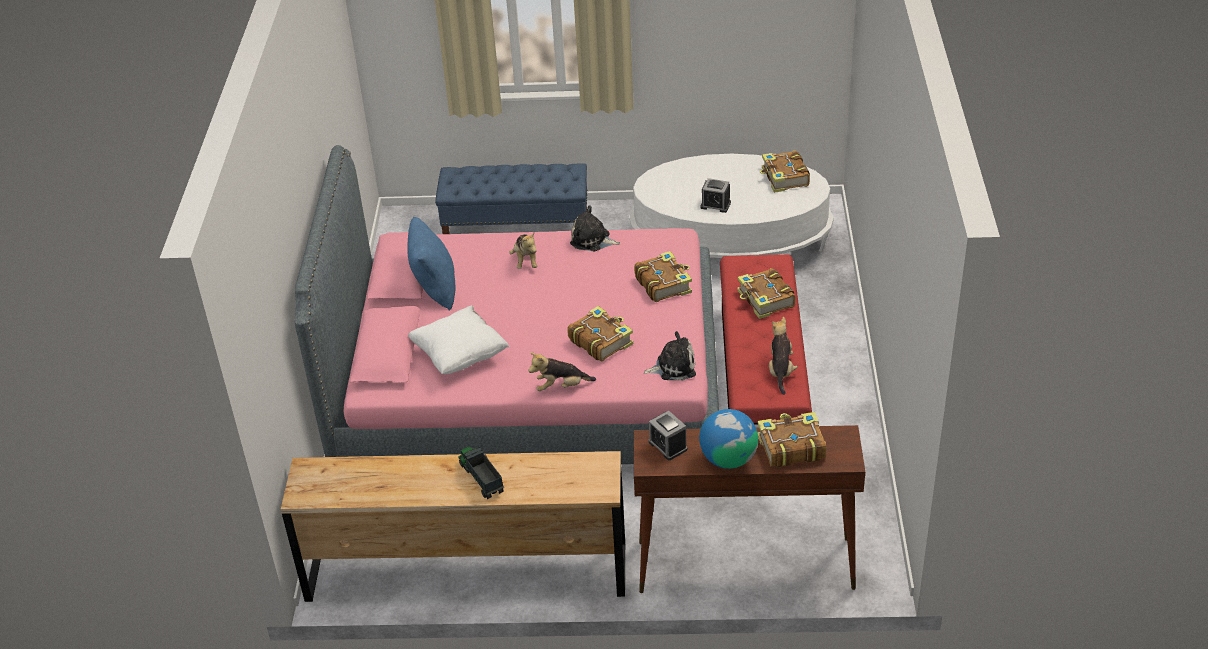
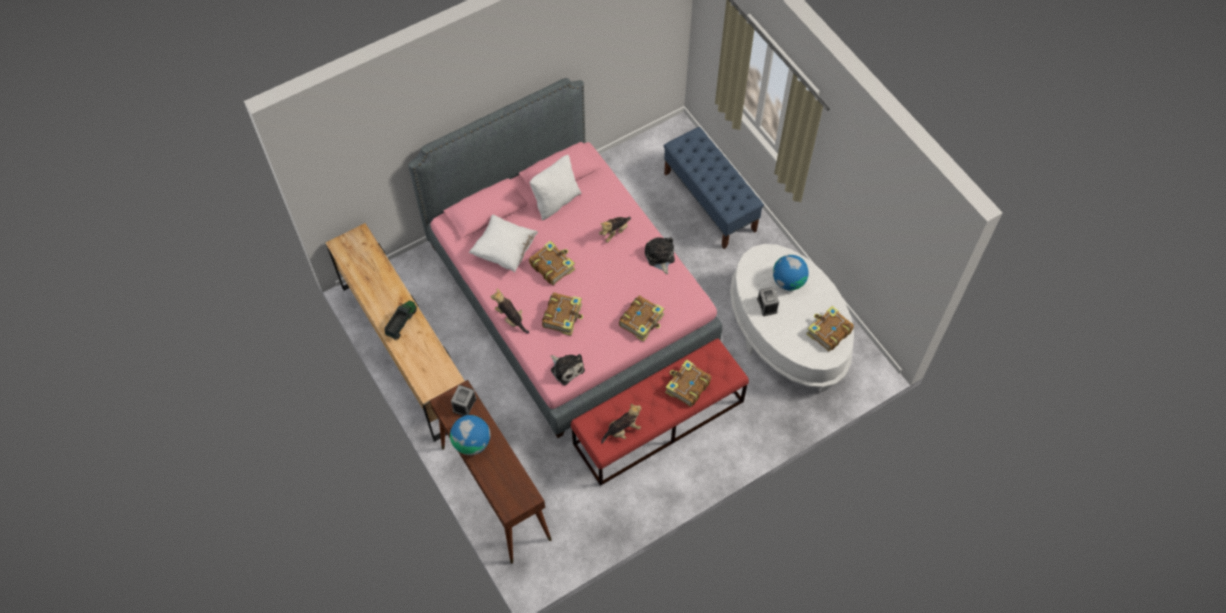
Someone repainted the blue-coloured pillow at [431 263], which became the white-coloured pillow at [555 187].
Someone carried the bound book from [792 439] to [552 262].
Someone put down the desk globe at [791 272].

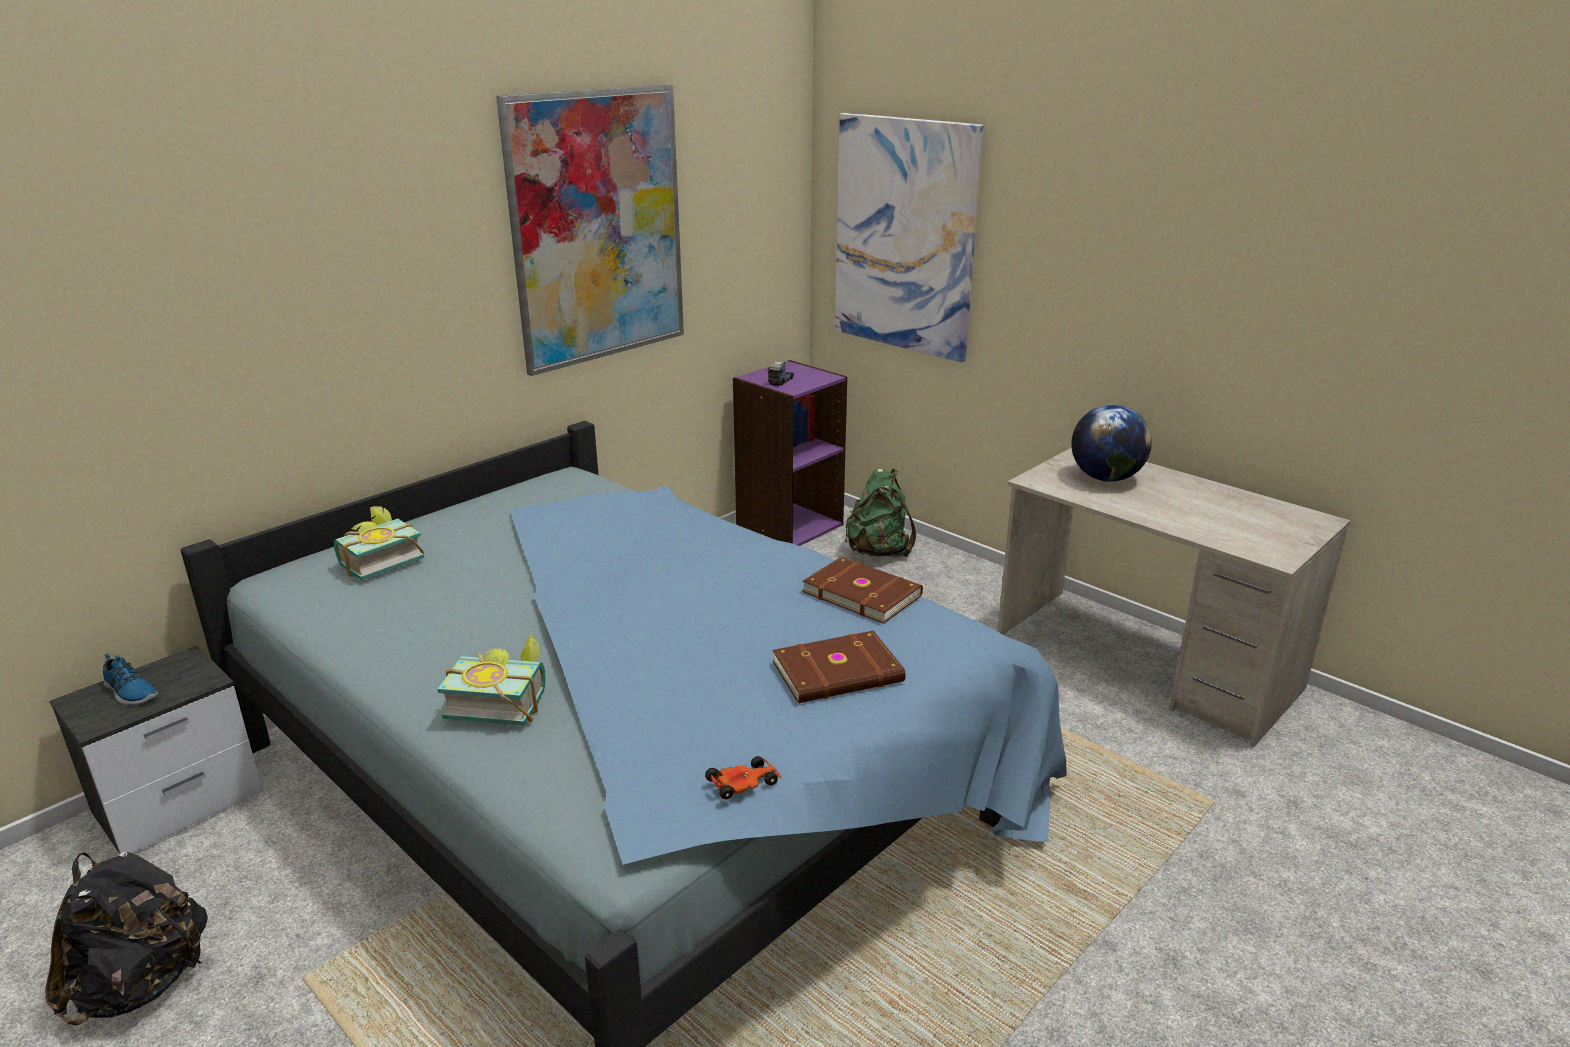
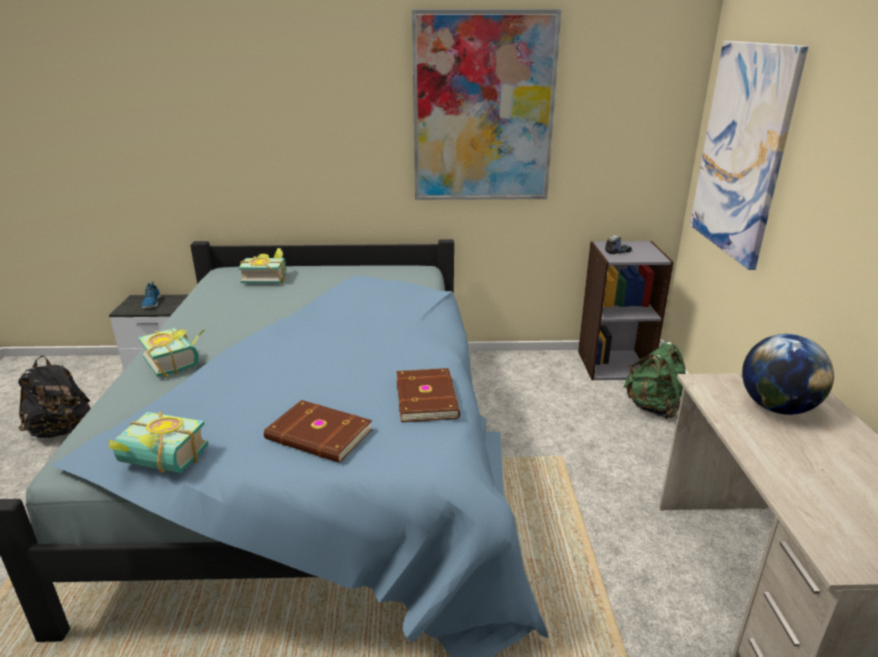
Someone swapped the miniature car at [743 777] for the bound book at [158 442].
Someone repainted the purplish bookcase at [790 453], which became the grey bookcase at [626 310].

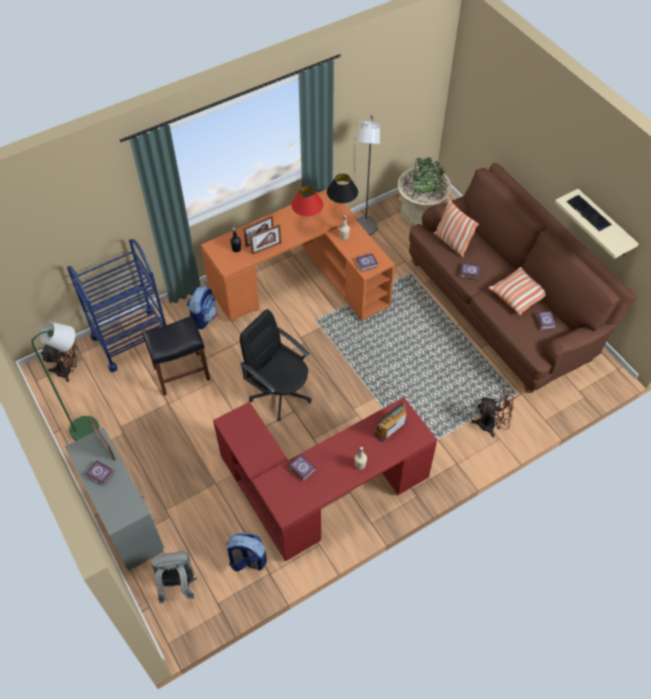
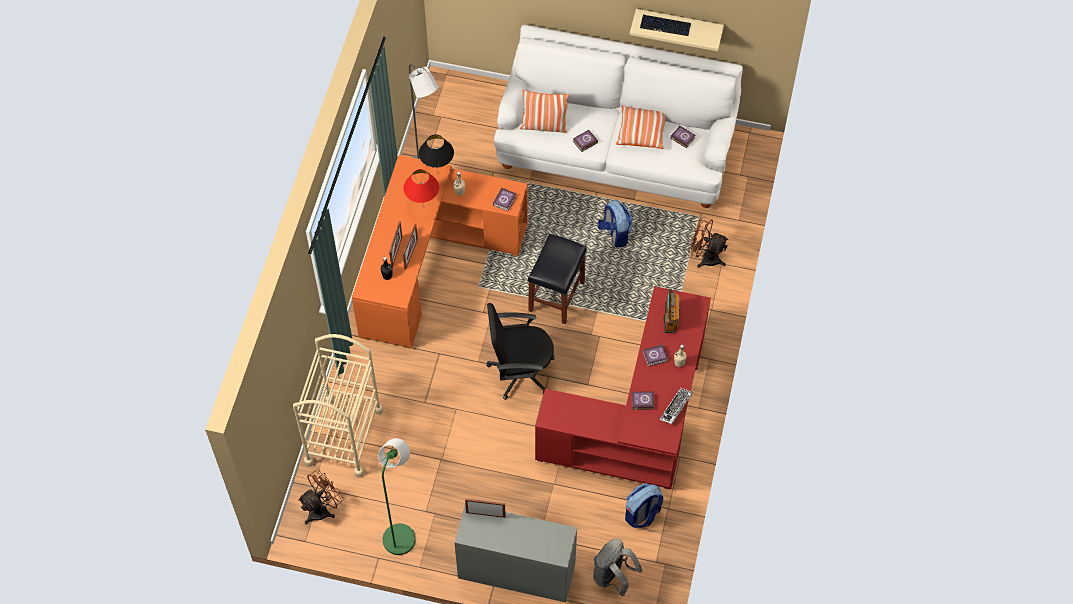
Someone repainted the blue-coloured cart at [116 305], which became the beige cart at [338 406].
Someone carried the bound book from [100 473] to [655 355].
Someone carried the black-coloured stool seat from [176 356] to [557 279].
Someone carried the rucksack from [202 307] to [615 223].
Someone took away the beige planter at [424 191].
Someone repainted the brownish couch at [523 278], which became the white-coloured couch at [618 116].
Someone rotated the brownish cooling fan at [492 413] by 120 degrees counterclockwise.
Someone put down the computer keyboard at [676 406].

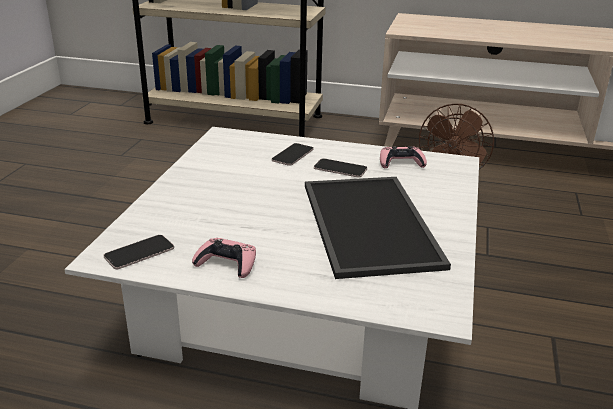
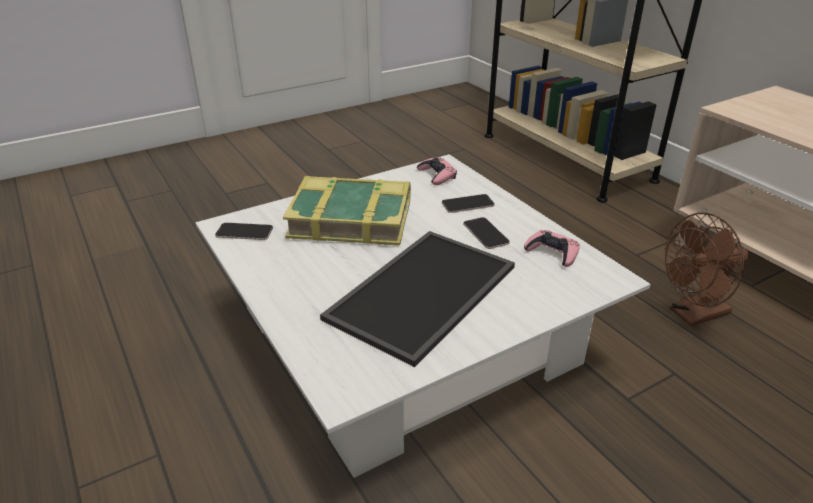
Someone carried the pink game controller from [224 258] to [437 171].
Someone put down the bound book at [346 211].

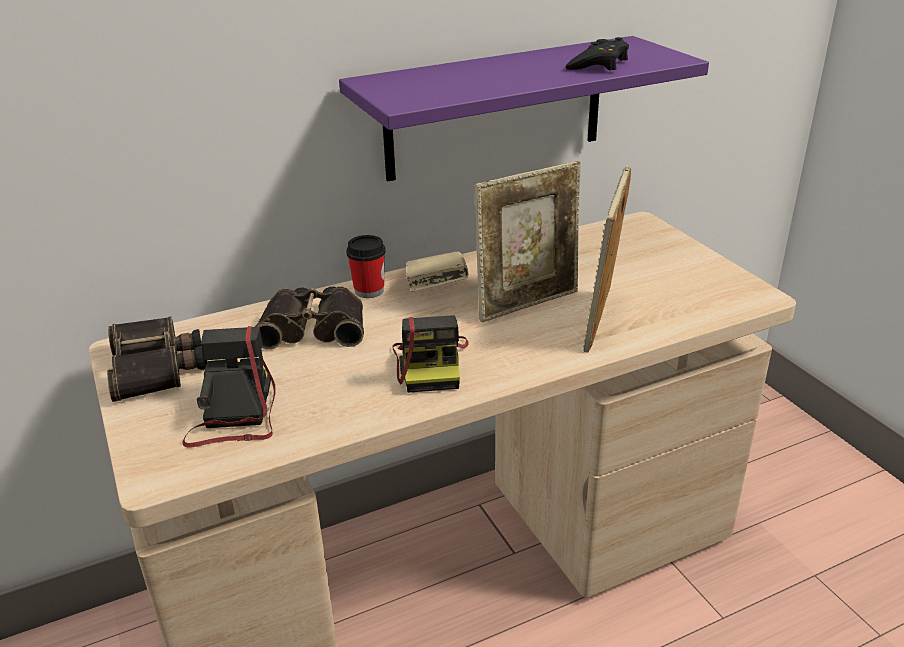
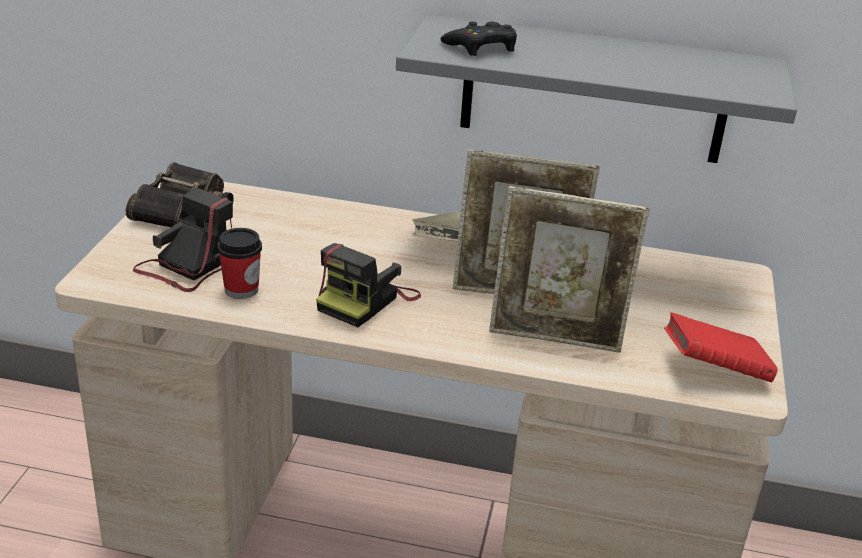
Someone took away the pair of binoculars at [309 318].
Someone repainted the purplish bracket shelf at [524 109], which became the grey bracket shelf at [596 88].
Someone carried the drinking cup from [366 266] to [239 263].
Someone carried the black-coloured game controller from [597 54] to [479 38].
Someone rotated the photo frame at [607 258] by 135 degrees counterclockwise.
Someone put down the red-coloured bound book at [721 347].

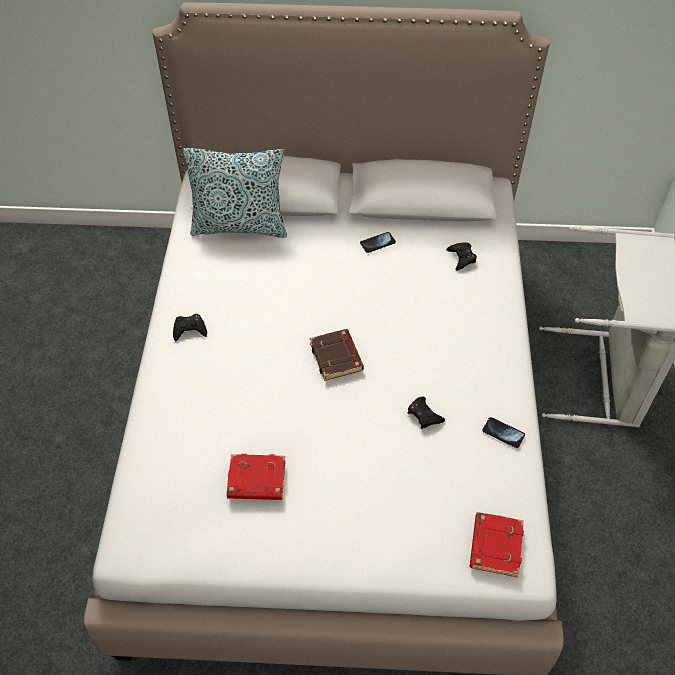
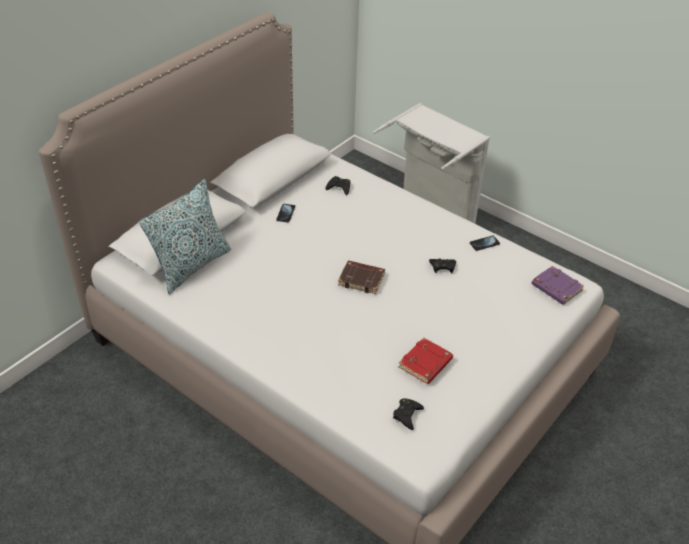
Someone carried the black-coloured game controller from [190 327] to [408 414].
Someone repainted the red-coloured bound book at [497 545], which became the purplish bound book at [557 285].

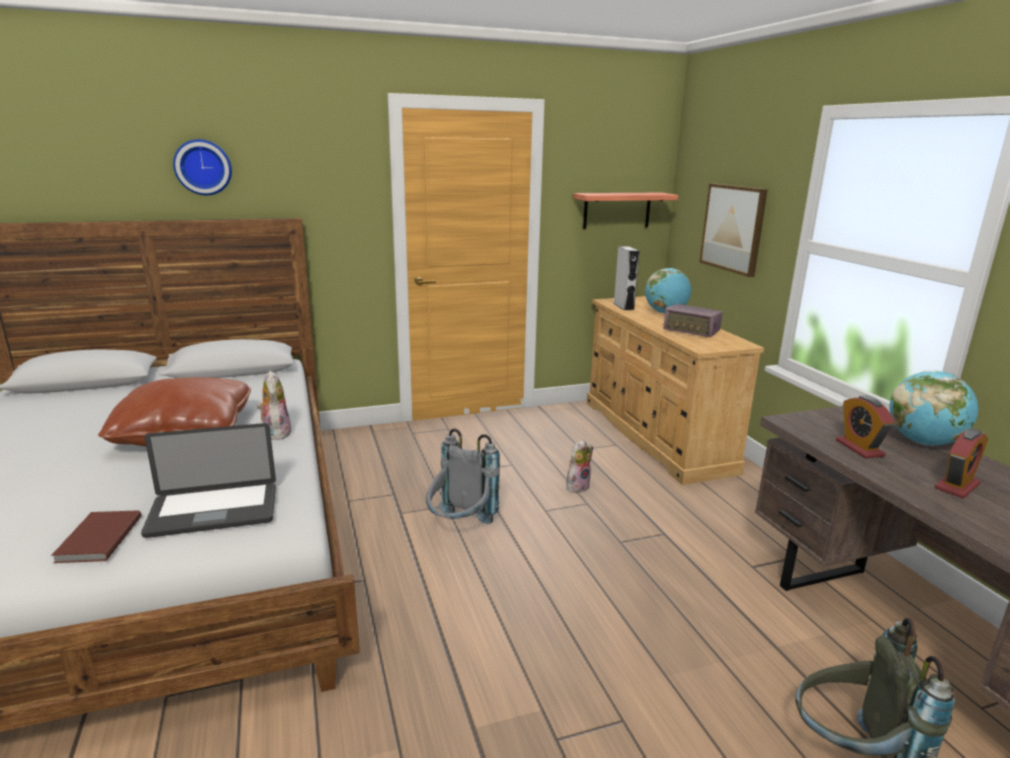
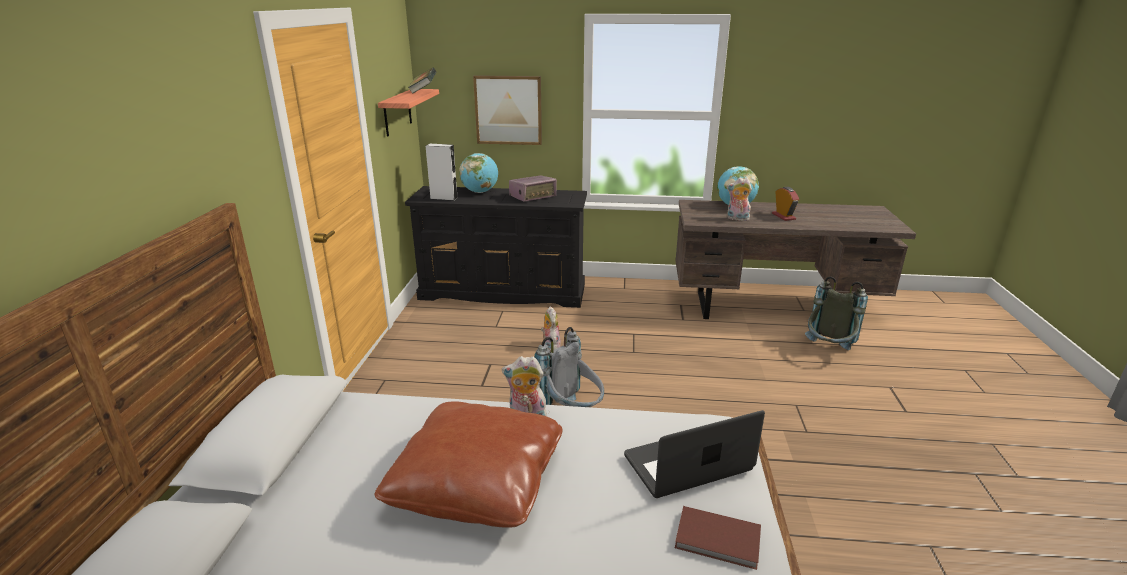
Someone rotated the portable computer at [208 480] by 120 degrees counterclockwise.
Someone took away the clock on the wall at [202 167].
Someone repainted the beige chest of drawers at [675 390], which became the black-coloured chest of drawers at [496 247].
Someone swapped the table clock at [865 426] for the soft toy at [739 199].
Someone put down the bound book at [422 81].

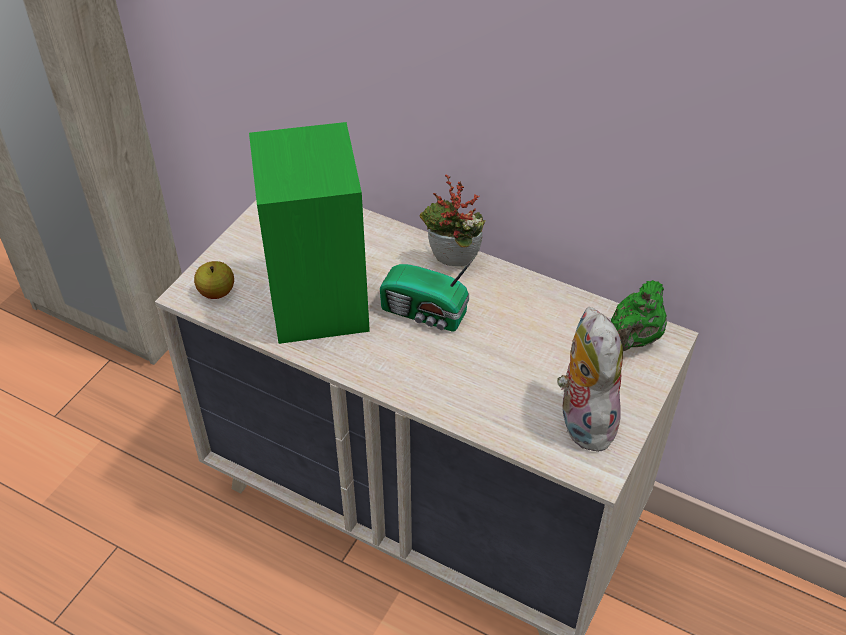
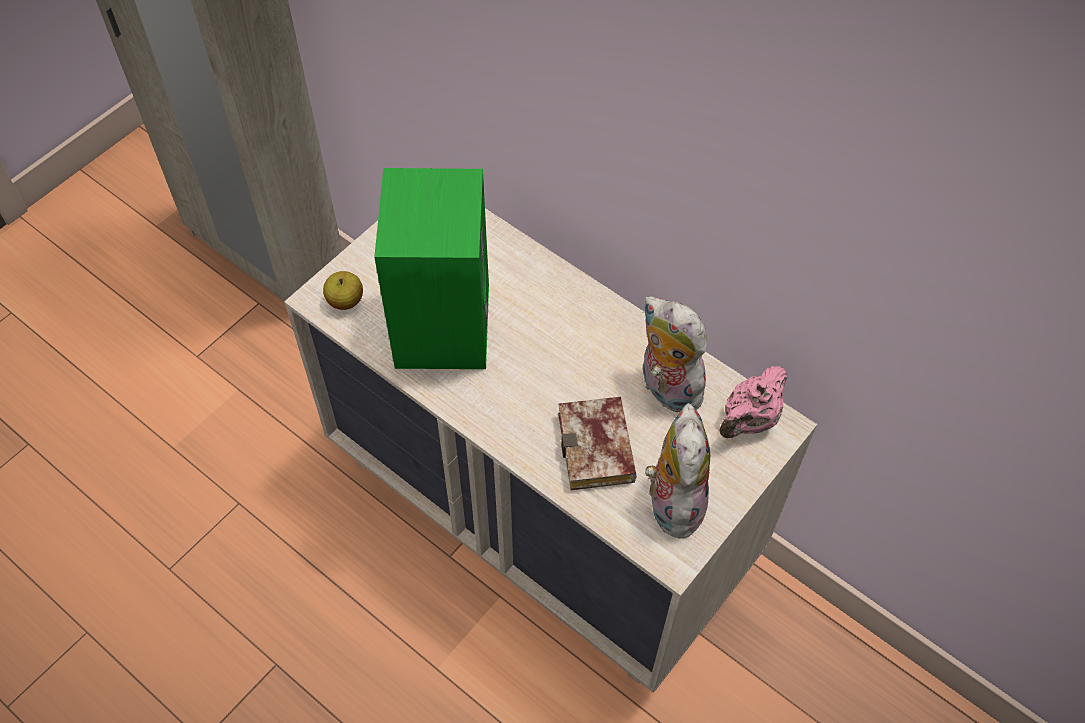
Someone took away the radio receiver at [428 292].
Someone took away the potted plant at [452 220].
Someone repainted the greenish pot for tea at [639 315], which became the pink pot for tea at [753 402].
Someone put down the bound book at [597 443].
Someone put down the soft toy at [676 354].

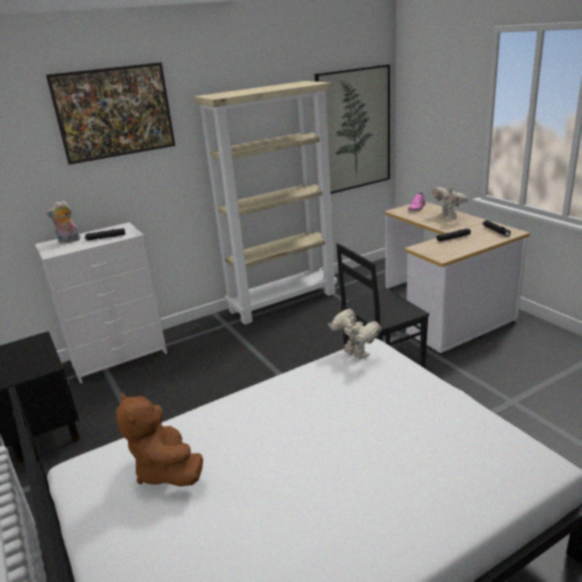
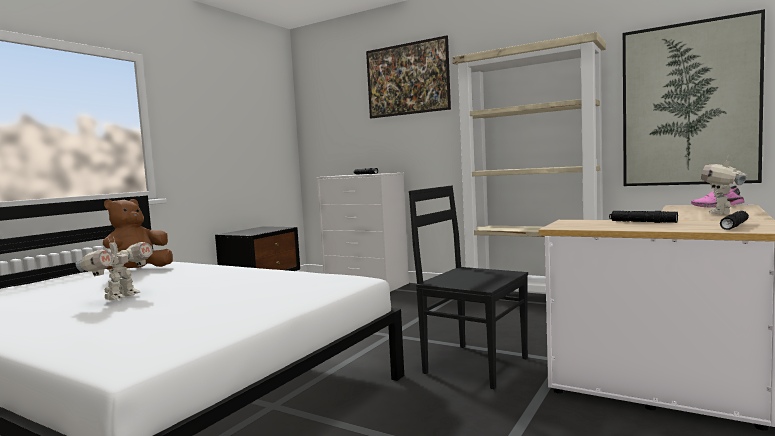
Someone took away the soft toy at [63 222].
Someone carried the robot figure from [354 334] to [114 268].

